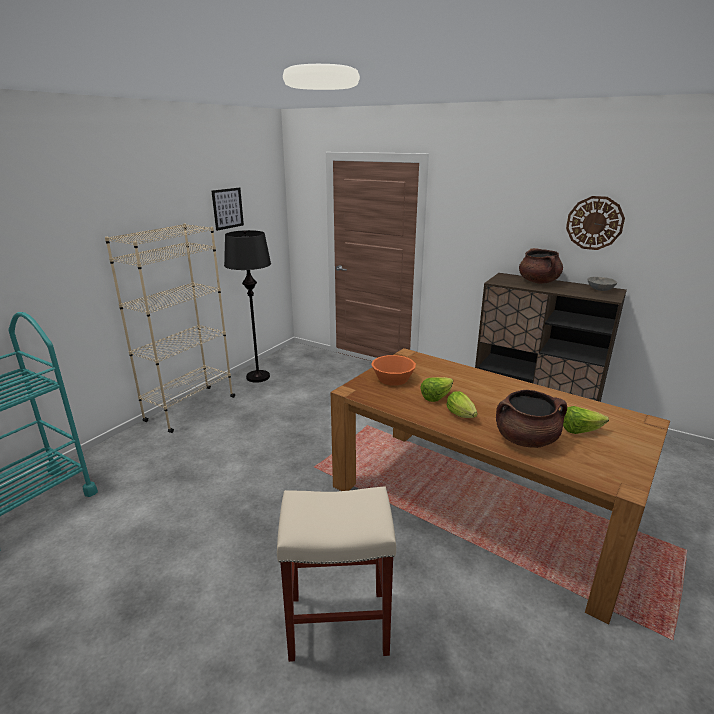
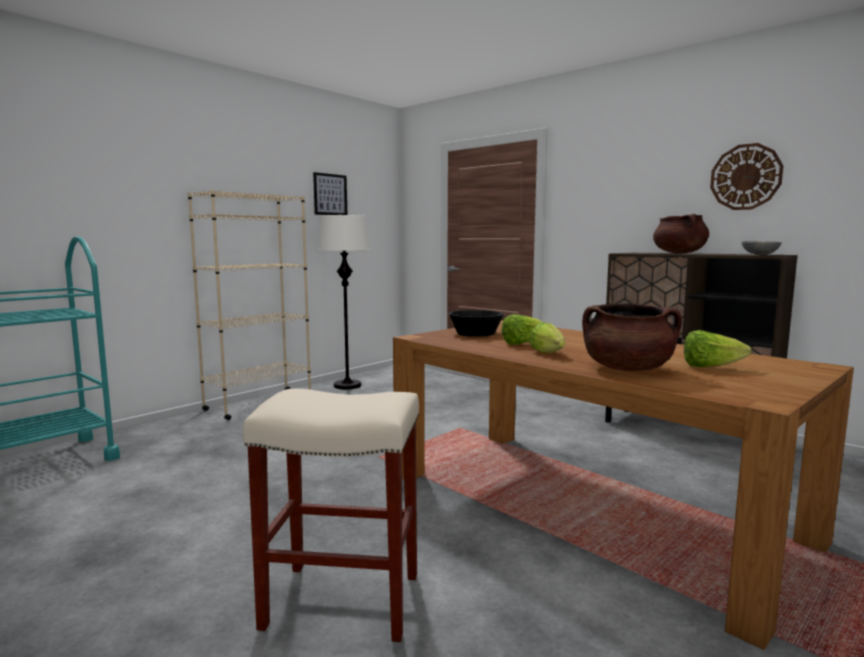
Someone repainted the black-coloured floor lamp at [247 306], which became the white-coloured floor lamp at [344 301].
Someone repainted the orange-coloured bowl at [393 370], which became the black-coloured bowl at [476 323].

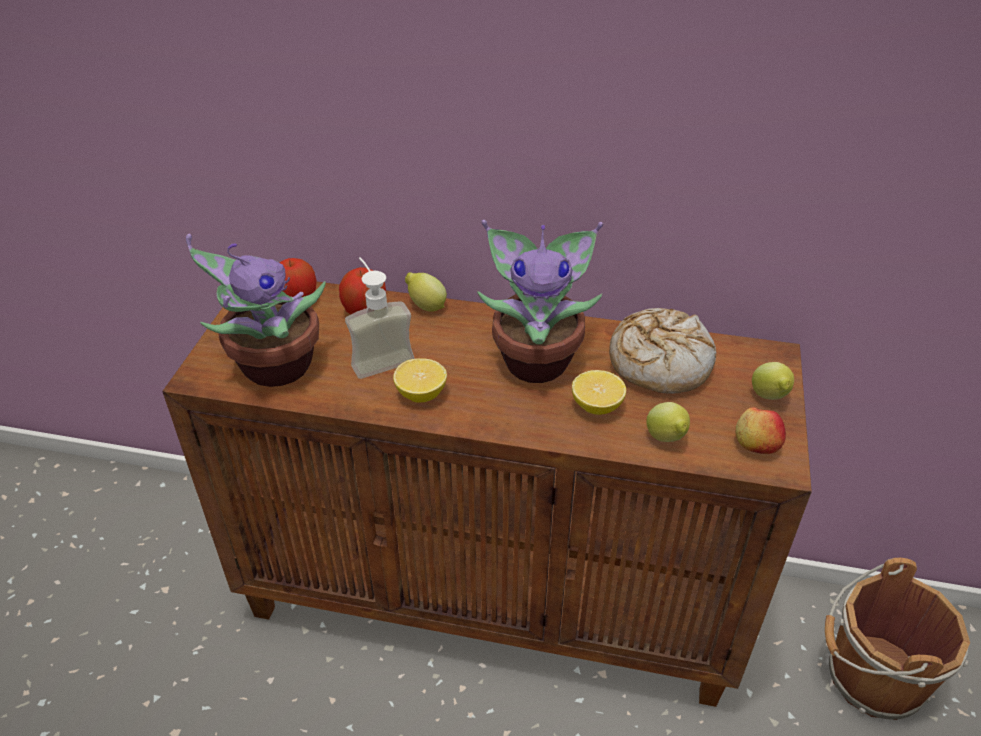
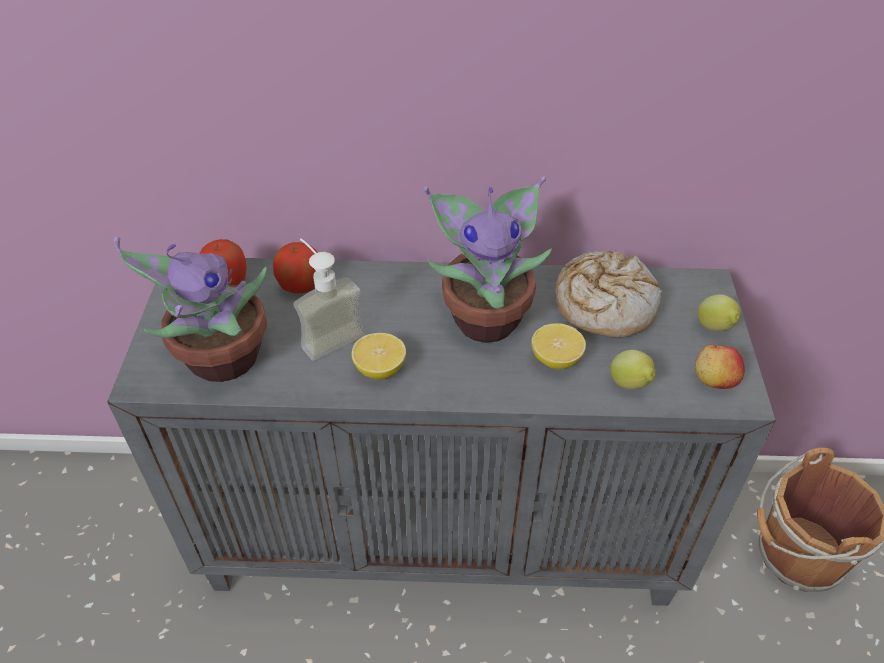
Someone repainted the brownish cabinet at [487 494], which became the grey cabinet at [441 431].
Someone took away the citrus fruit at [426 292].

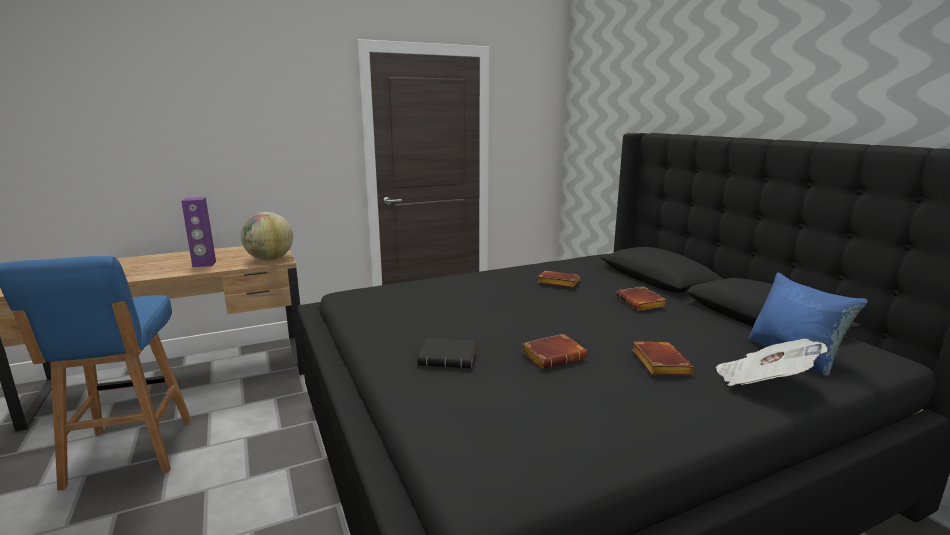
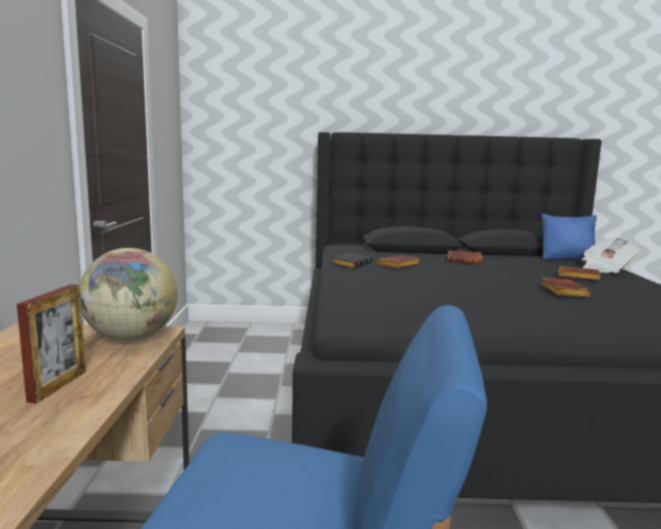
Someone swapped the purplish loudspeaker at [198 232] for the photo frame at [51 344].
Someone carried the black-coloured bound book from [446 353] to [352 261].

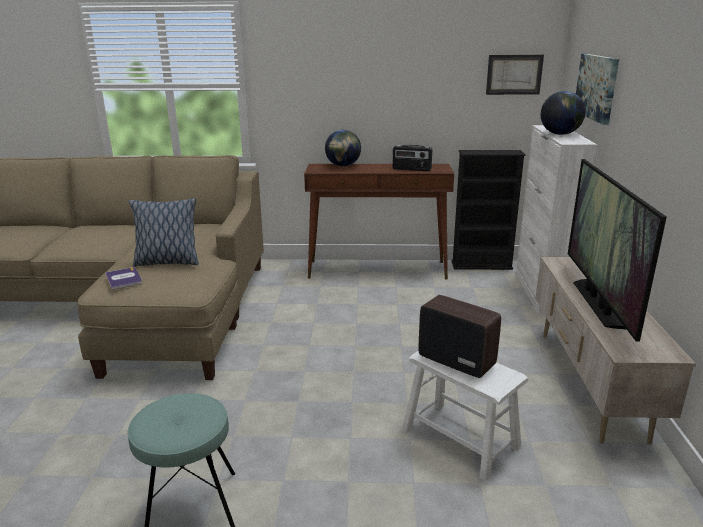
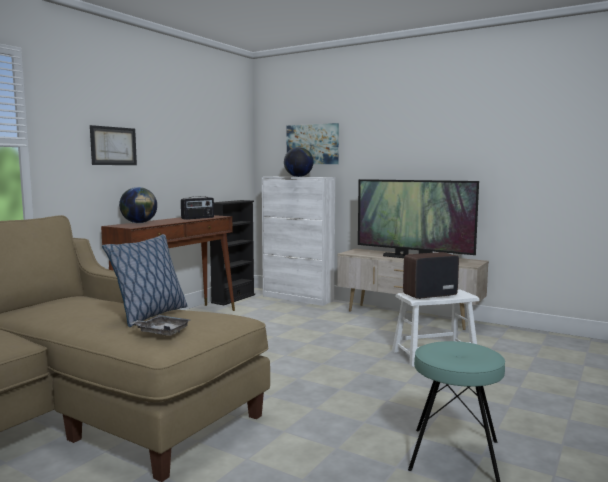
Someone swapped the bound book at [123 278] for the grey tray at [160 325].
Someone carried the picture from [515 75] to [113 145].

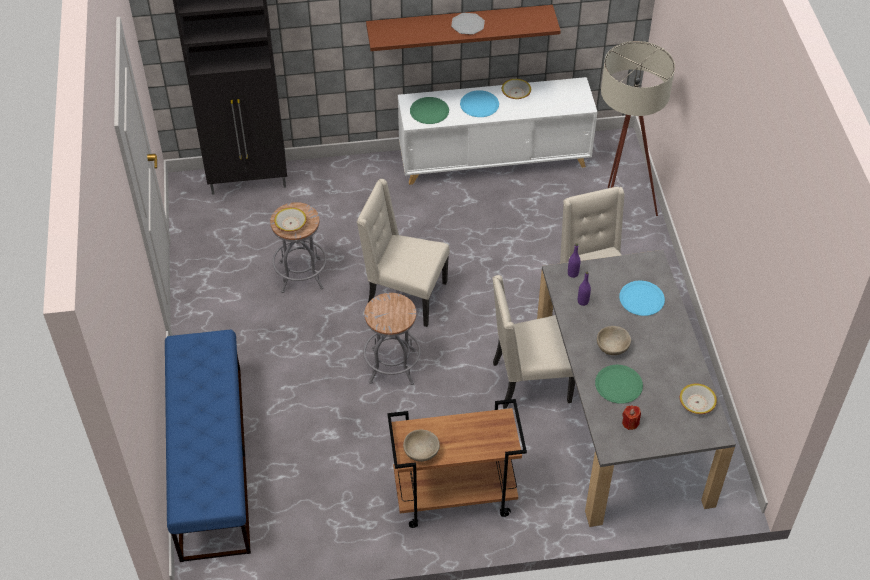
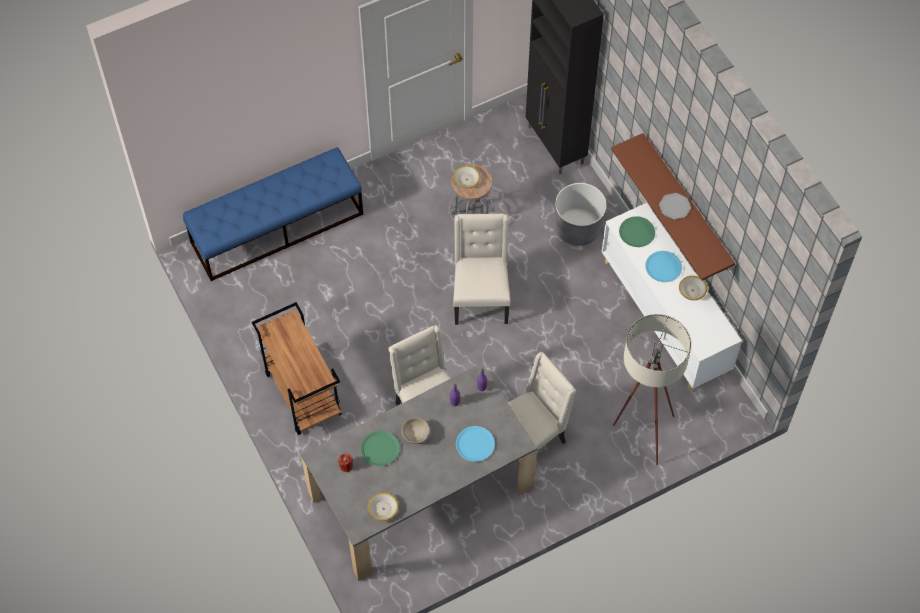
Someone took away the grey stool seat at [392 339].
Someone took away the beige bowl at [421 446].
Someone put down the grey planter at [581 214].

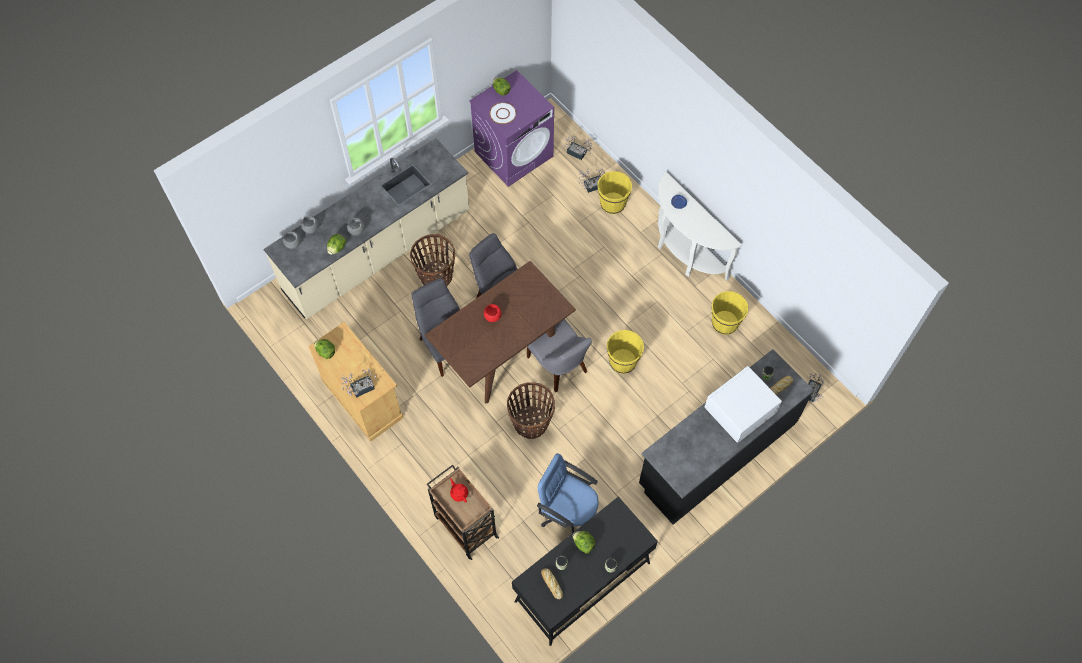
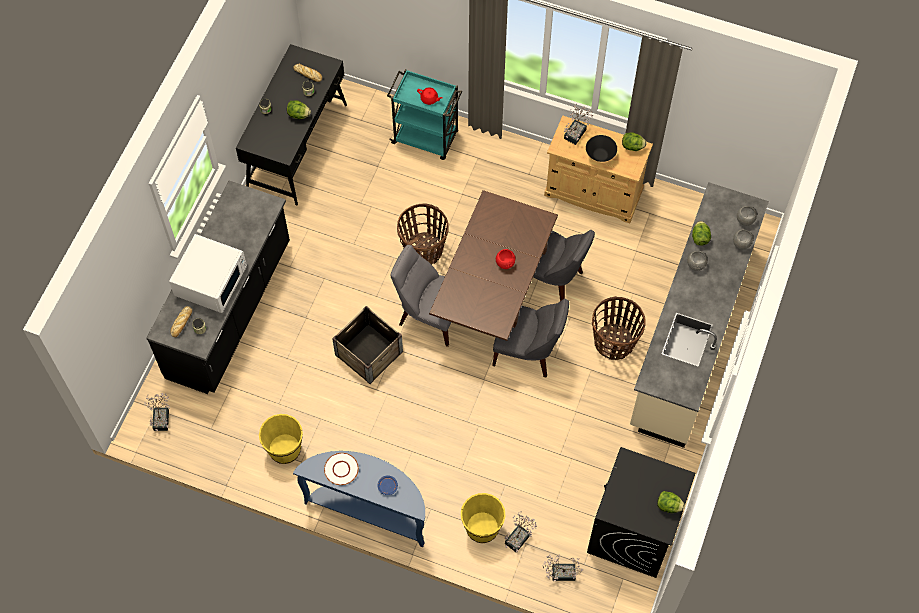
Someone repainted the brownish cart at [463 512], which became the turquoise cart at [424 114].
Someone repainted the purplish laundry appliance at [511 128], which became the black-coloured laundry appliance at [641 512].
Someone carried the white-coloured plate from [502 113] to [341 469].
Someone took away the blue-coloured computer chair at [568 493].
Someone swapped the yellow bucket at [625 352] for the crate at [367 345].
Someone repainted the white-coloured narrow table at [700 226], which became the blue-coloured narrow table at [359 499].
Someone put down the black-coloured bowl at [601 148].

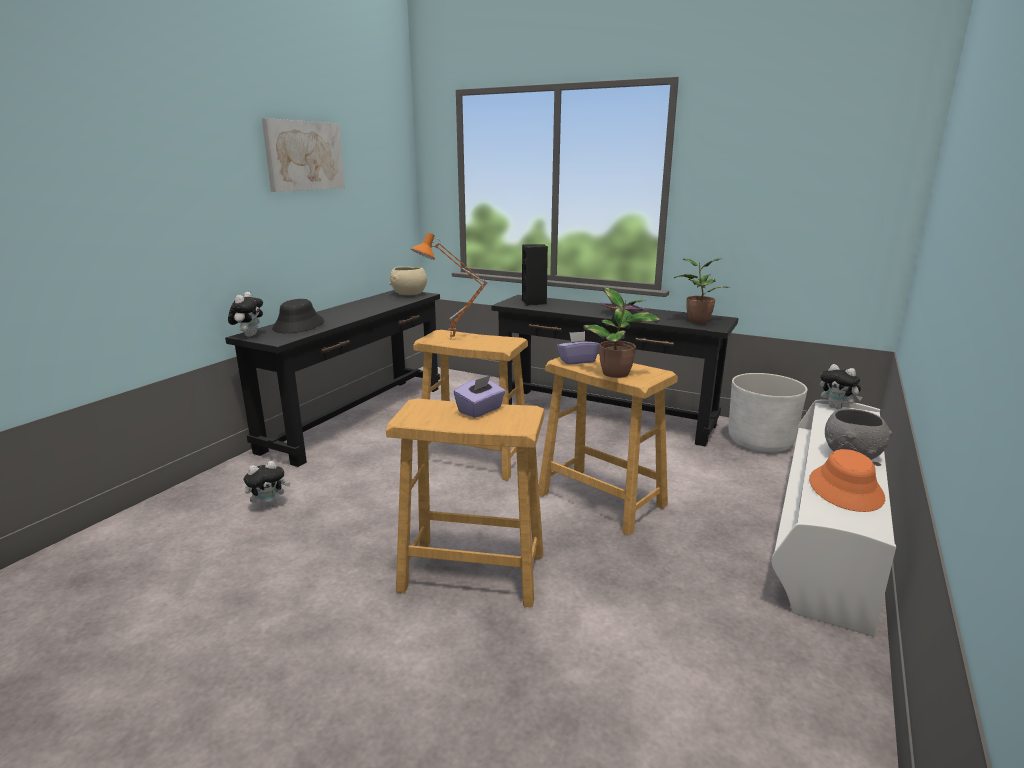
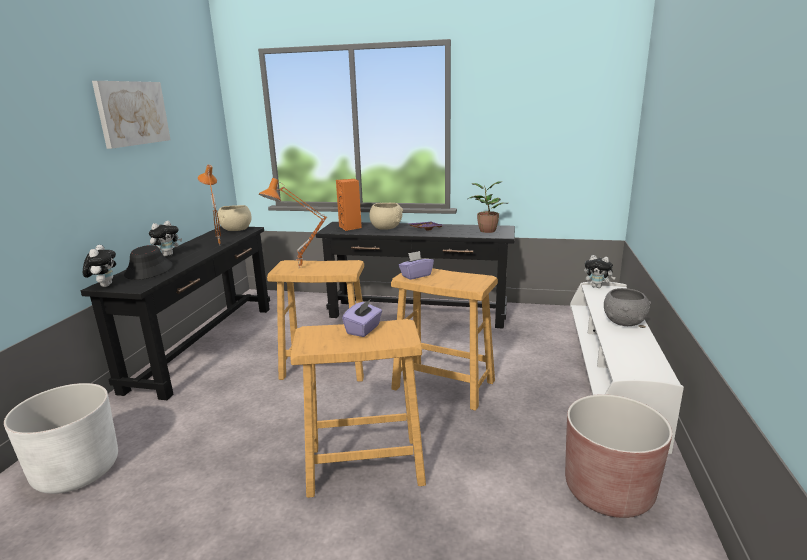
Someone carried the soft toy from [267 484] to [165 238].
Someone repainted the black-coloured loudspeaker at [535 275], which became the orange-coloured loudspeaker at [349 205].
Someone took away the potted plant at [622 332].
Someone carried the white-coloured planter from [767 412] to [61 438].
Someone took away the orange-coloured hat at [847 480].
Someone put down the orange-coloured tabletop lamp at [209 205].
Someone put down the beige bowl at [386 216].
Someone put down the brownish planter at [618 456].

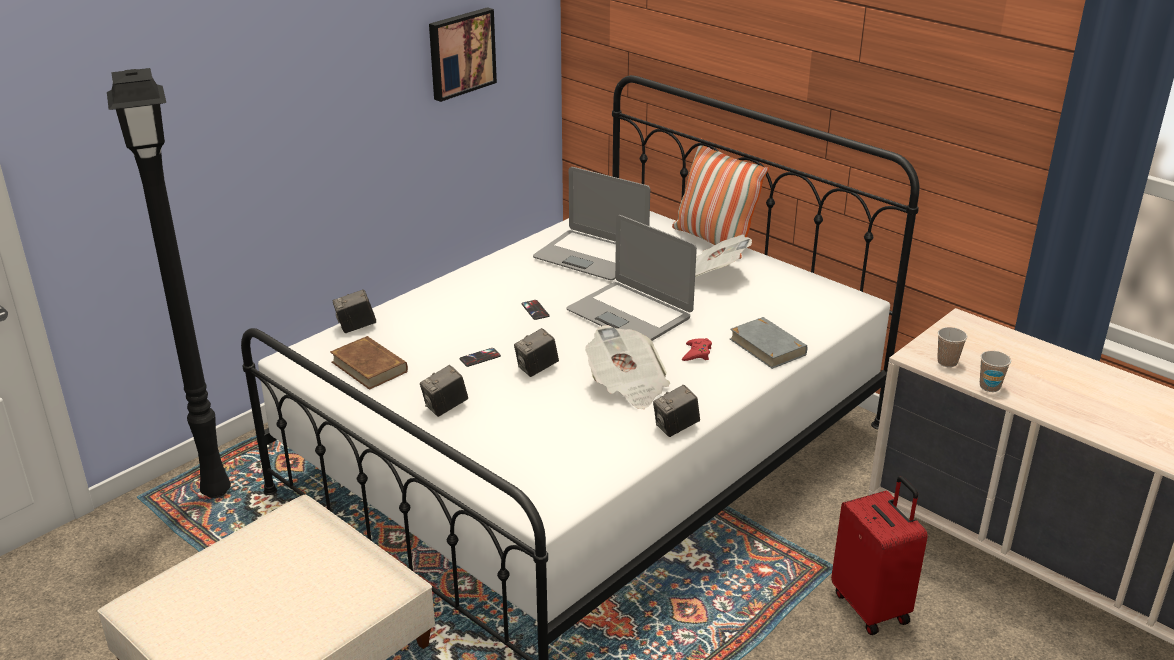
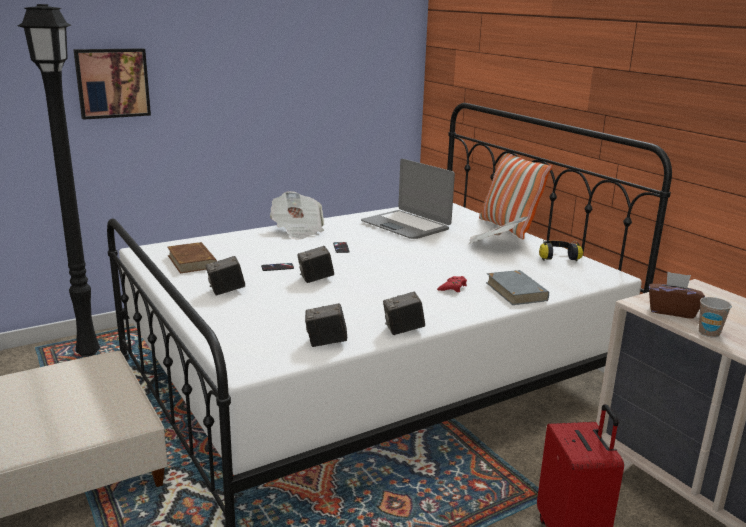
Someone carried the still camera from [354 311] to [326 325].
Someone carried the picture from [463 54] to [112 84].
Someone took away the portable computer at [632 278].
Someone carried the printed paper from [627 367] to [297 215].
Someone swapped the drinking cup at [952 347] for the brownish box of tissues at [677 295].
Someone put down the headphones at [561 251].

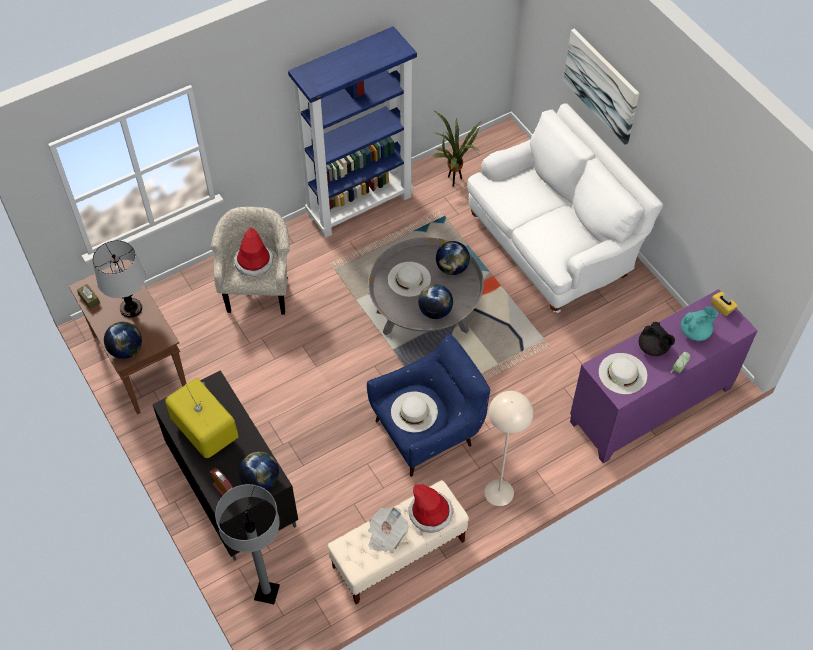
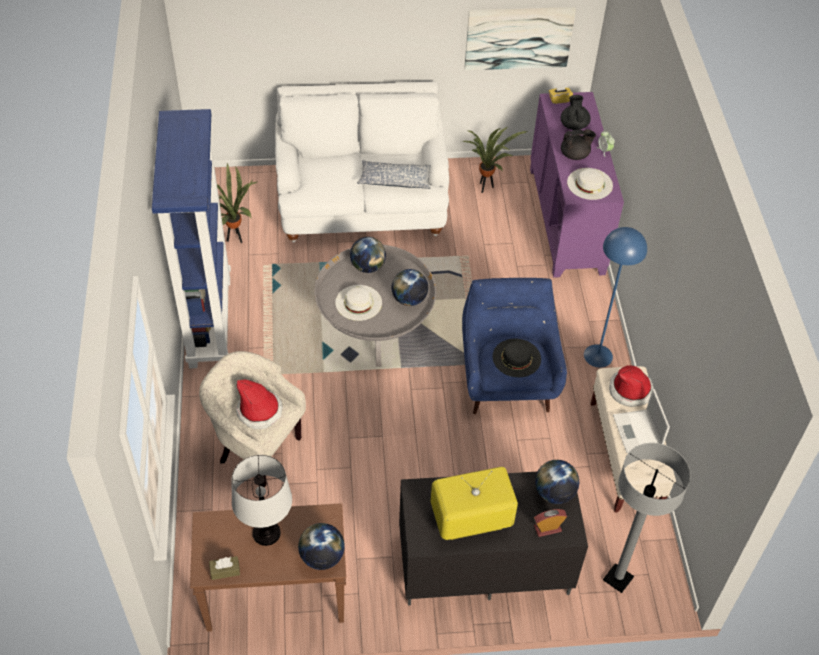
Someone swapped the printed paper at [388 530] for the portable computer at [641 421].
Someone repainted the white-coloured hat at [414 412], which became the black-coloured hat at [517 358].
Someone repainted the beige floor lamp at [508 448], which became the blue-coloured floor lamp at [615 297].
Someone carried the picture from [601 87] to [520 38].
Someone repainted the turquoise pot for tea at [699 323], which became the black-coloured pot for tea at [576 112].
Someone put down the pillow at [394 174].
Someone put down the potted plant at [495 160].

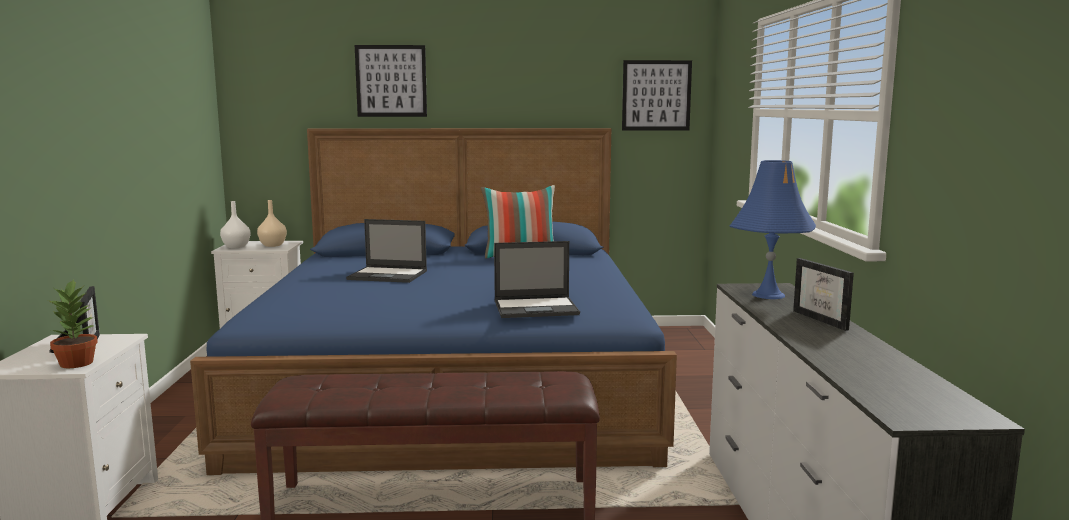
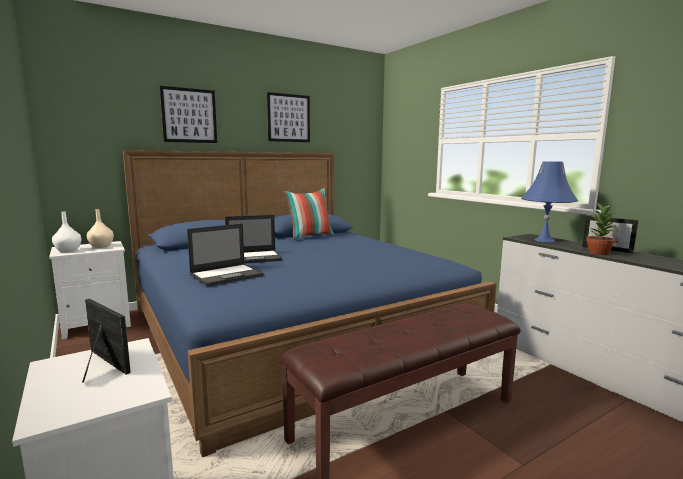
Someone carried the potted plant from [73 323] to [602 229].
Someone carried the portable computer from [537 279] to [225 255].
Someone carried the picture from [657 95] to [288 117].

